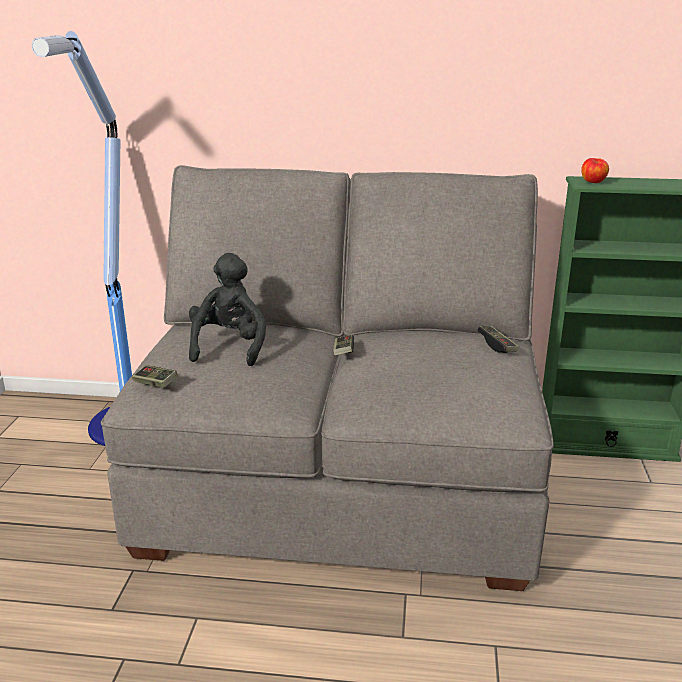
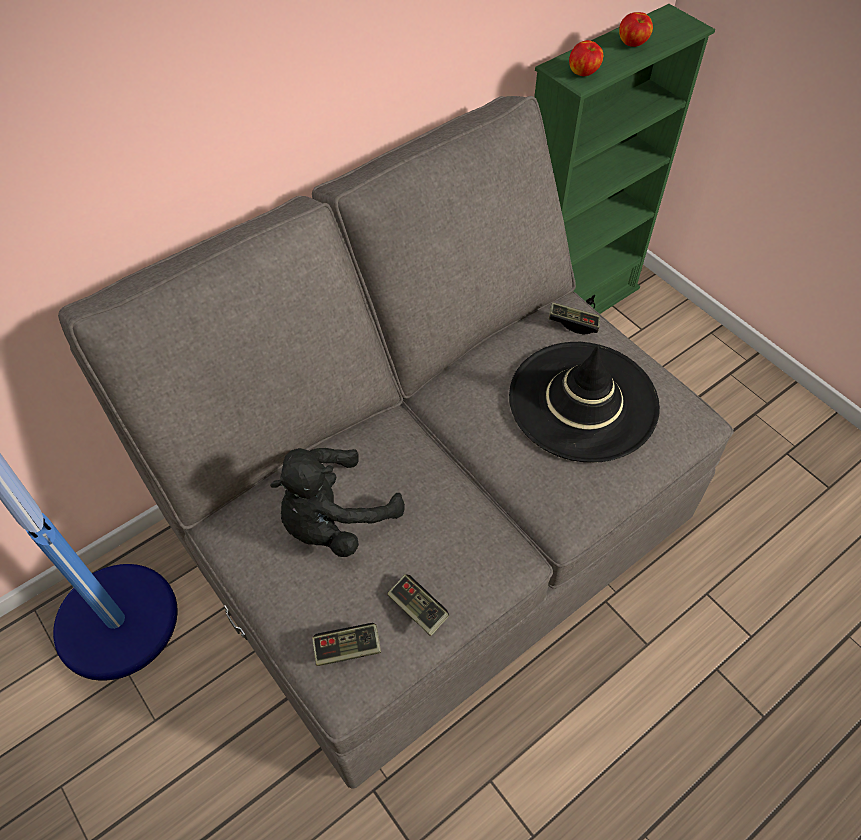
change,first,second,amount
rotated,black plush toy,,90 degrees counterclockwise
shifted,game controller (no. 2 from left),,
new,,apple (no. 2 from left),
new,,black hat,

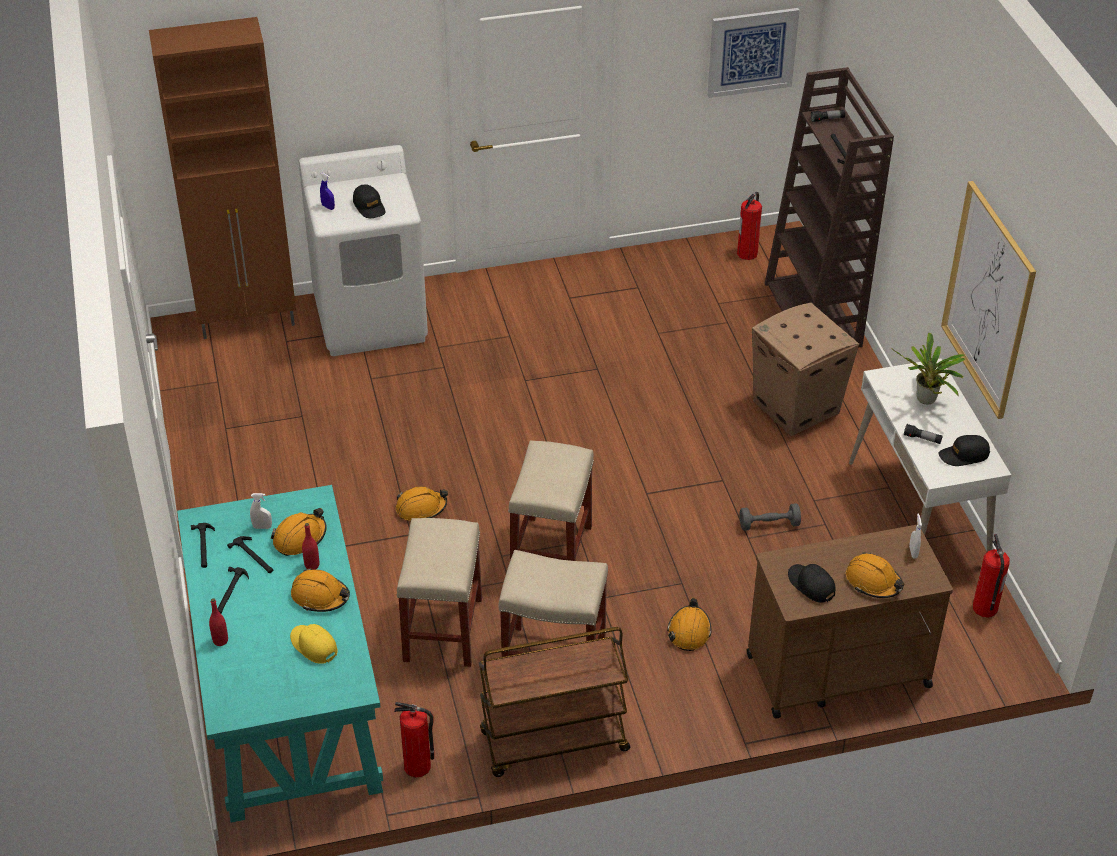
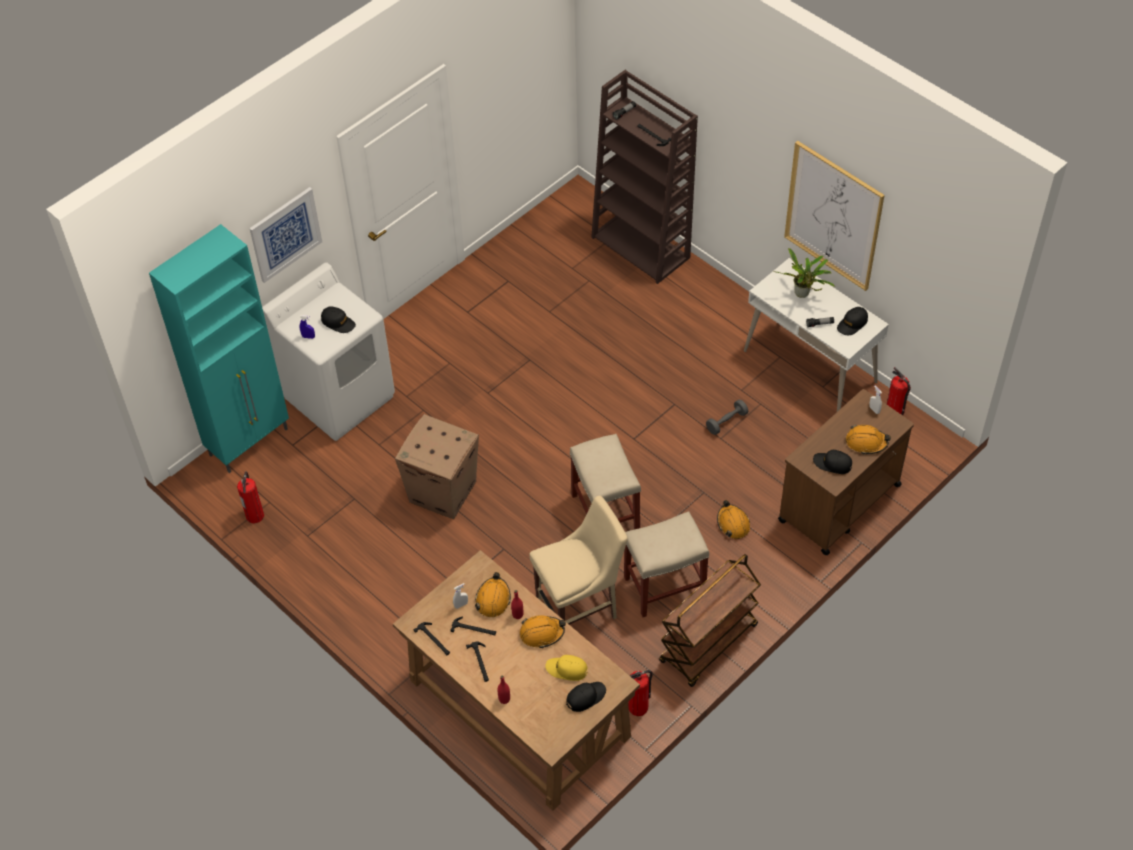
change,first,second,amount
shifted,picture (no. 1 from left),,
repainted,brown cabinet,turquoise cabinet,
shifted,fire extinguisher (no. 2 from left in the first image),fire extinguisher (no. 1 from left),
shifted,cardboard box,,
repainted,turquoise desk,brown desk,
gone,orange hard hat (no. 3 from left),,
swapped,beige stool (no. 1 from left),beige chair,
new,,black cap (no. 2 from left),

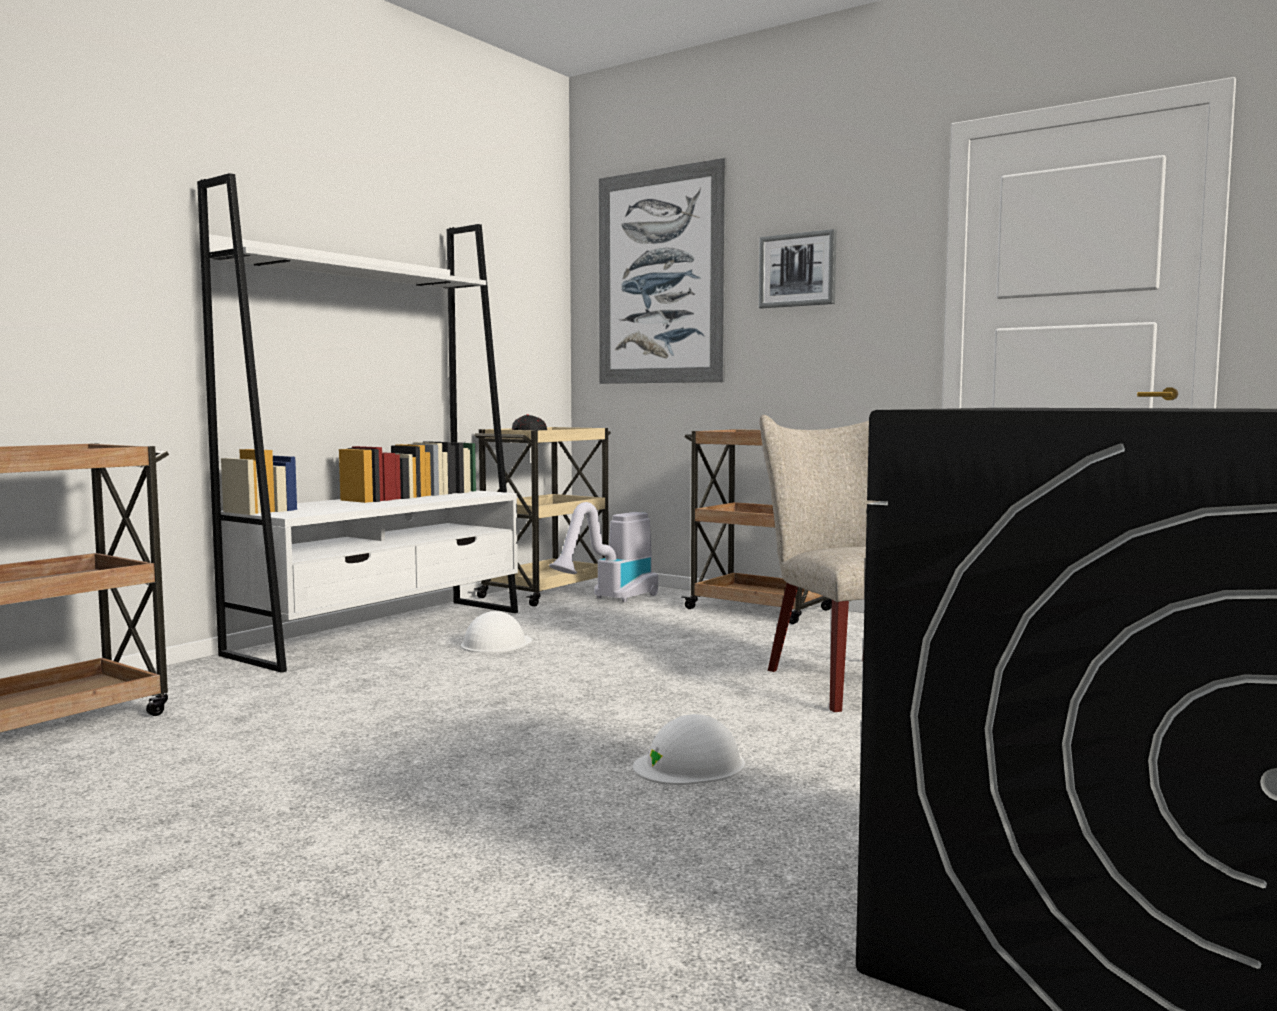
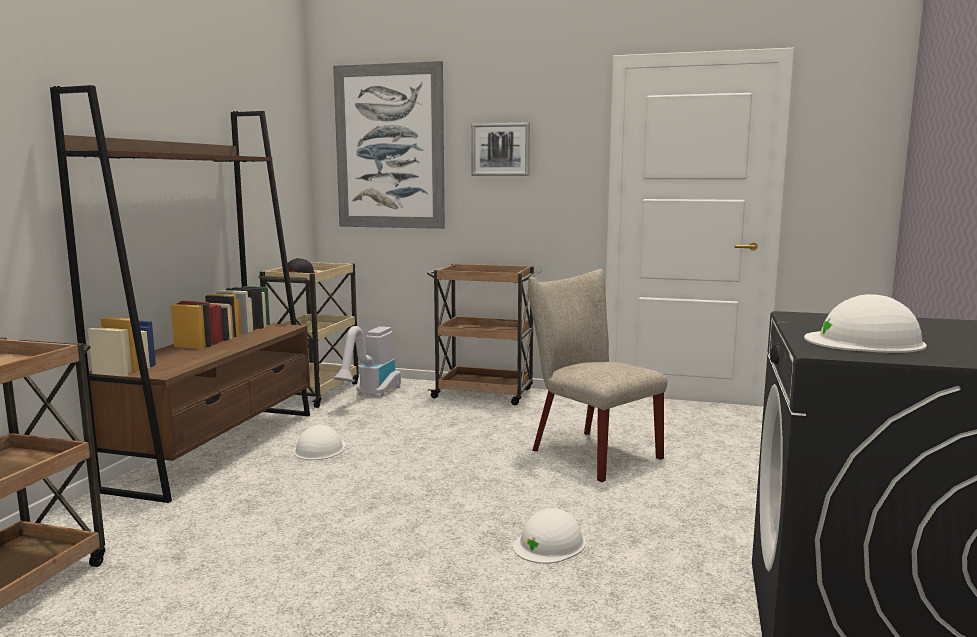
change,first,second,amount
repainted,white bookcase,brown bookcase,
new,,white hard hat (no. 3 from left),

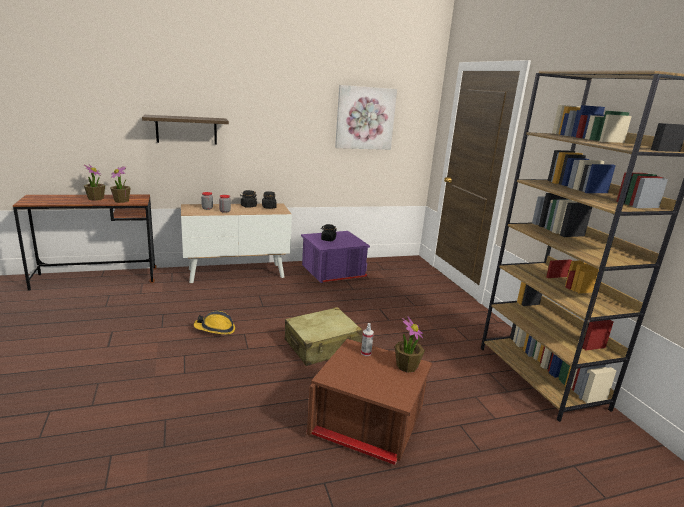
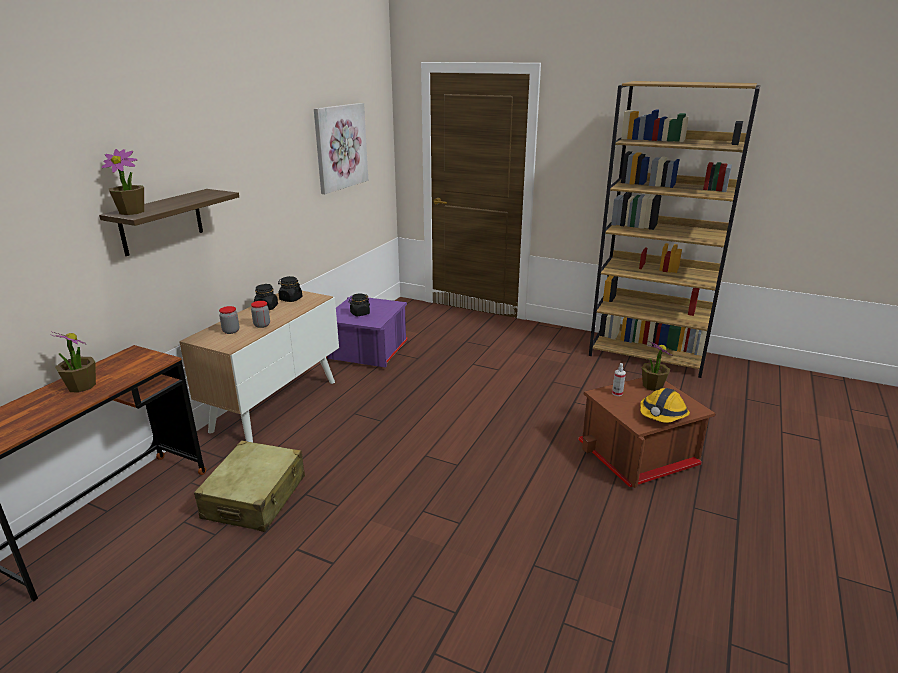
change,first,second,amount
shifted,potted plant (no. 2 from left),,
shifted,beige suitcase,,
shifted,hard hat,,

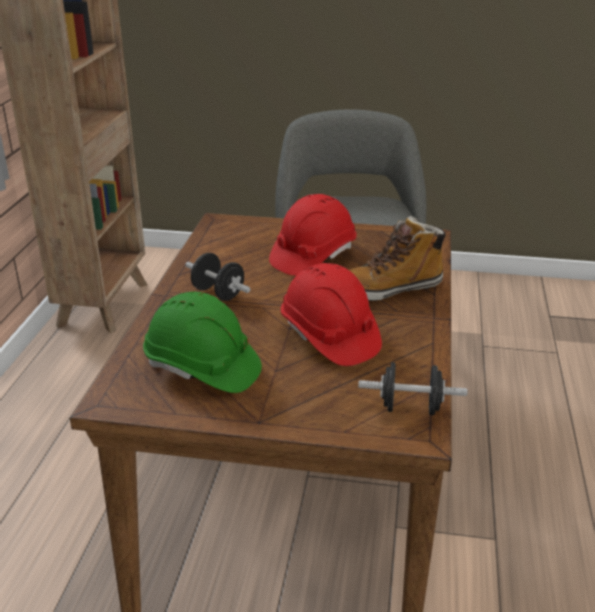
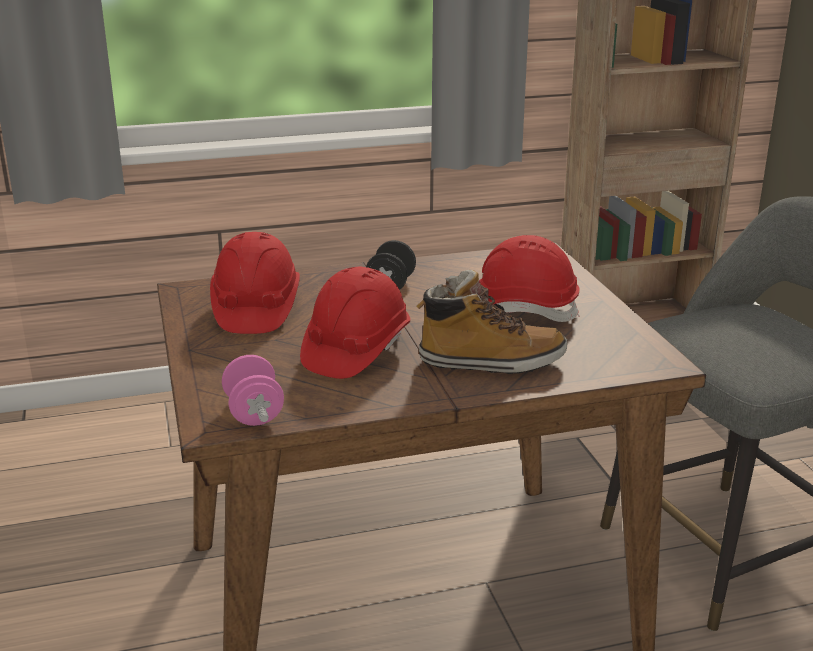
change,first,second,amount
rotated,boot,,135 degrees clockwise
repainted,green hard hat,red hard hat (no. 1 from left),
repainted,black dumbbell (no. 2 from left),pink dumbbell,

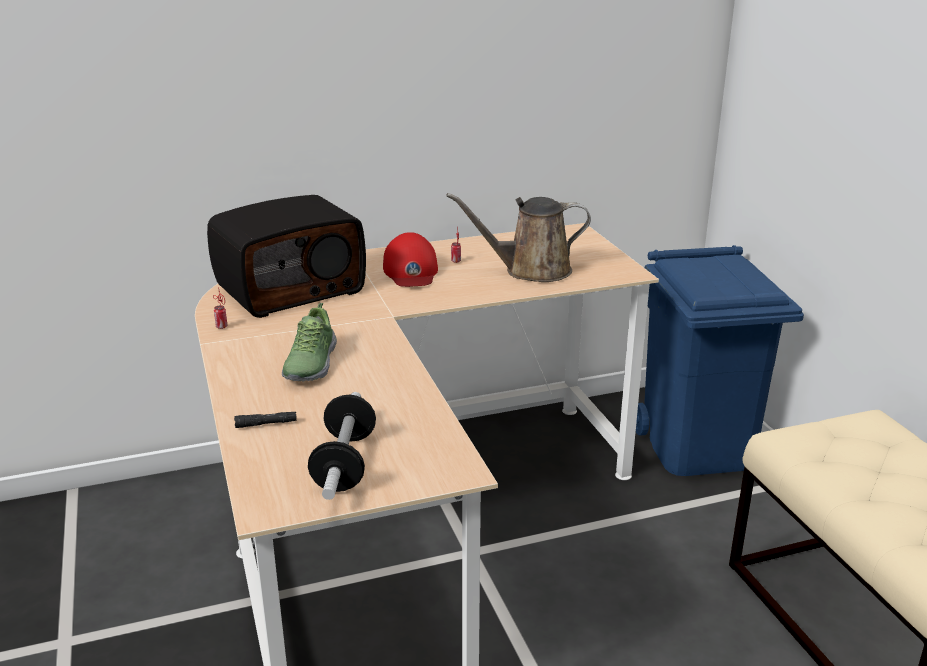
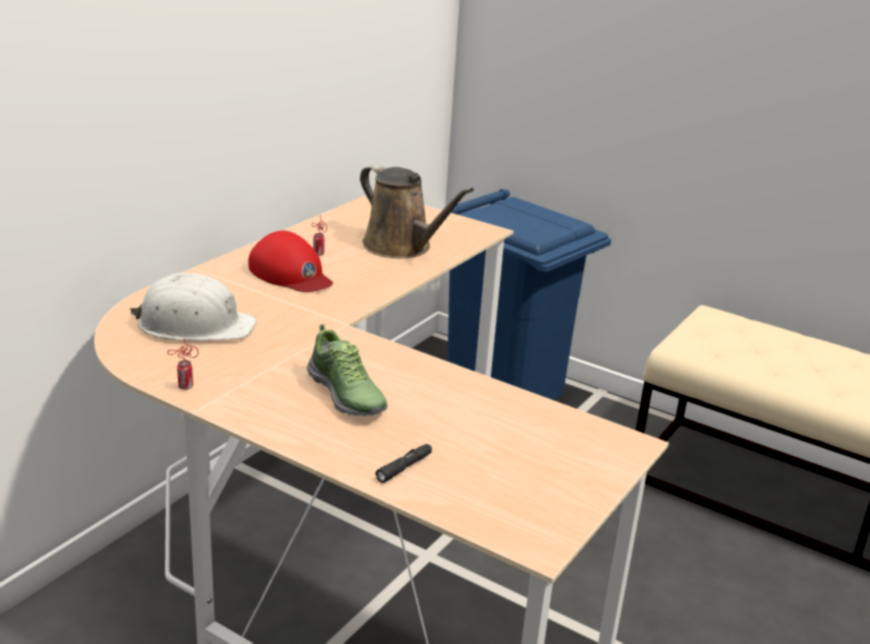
change,first,second,amount
rotated,brown watering can,,90 degrees counterclockwise
swapped,radio,white hard hat,
gone,dumbbell,,

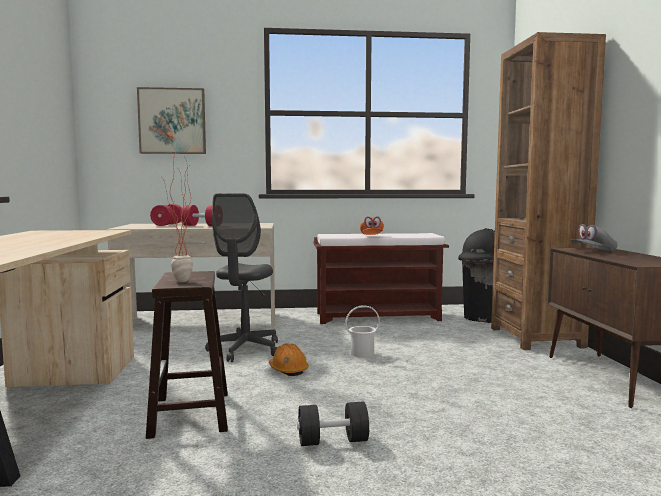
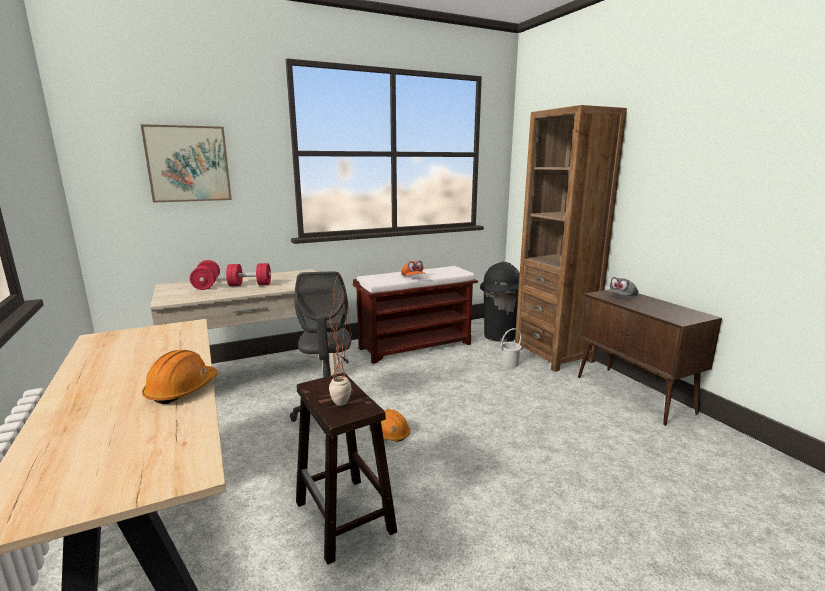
change,first,second,amount
shifted,white bucket,,
gone,black dumbbell,,
new,,orange hard hat (no. 1 from left),

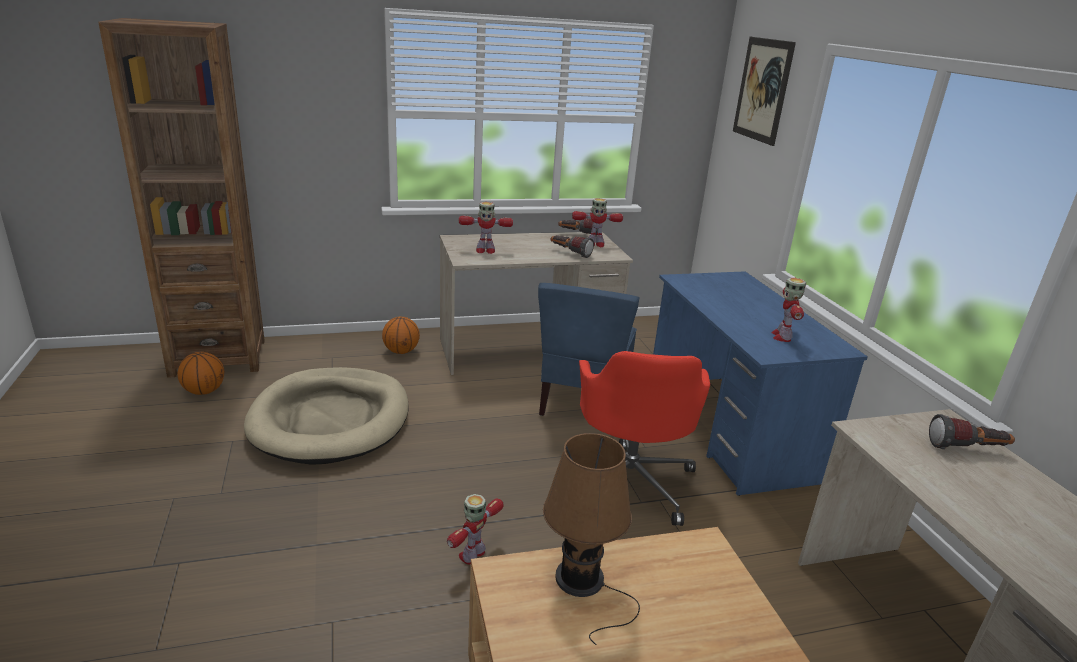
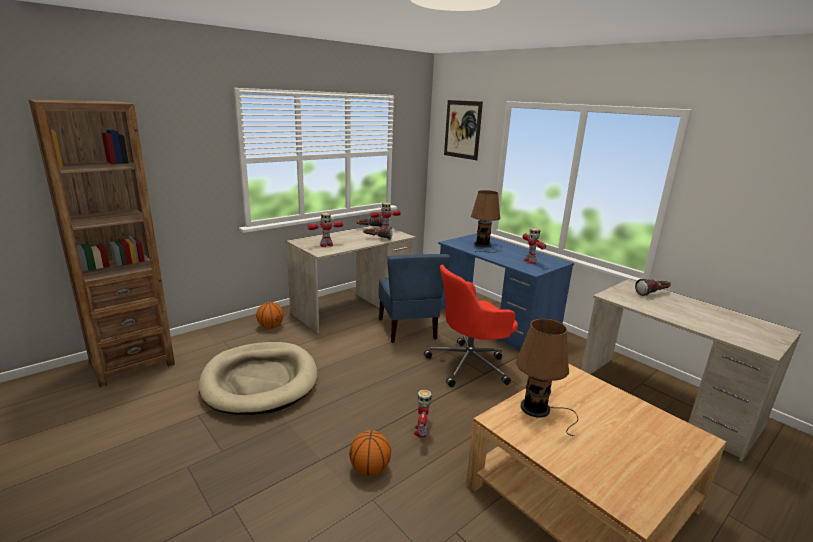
change,first,second,amount
rotated,red office chair,,90 degrees clockwise
shifted,basketball (no. 1 from left in the first image),basketball (no. 2 from left),
new,,brown table lamp (no. 1 from left),

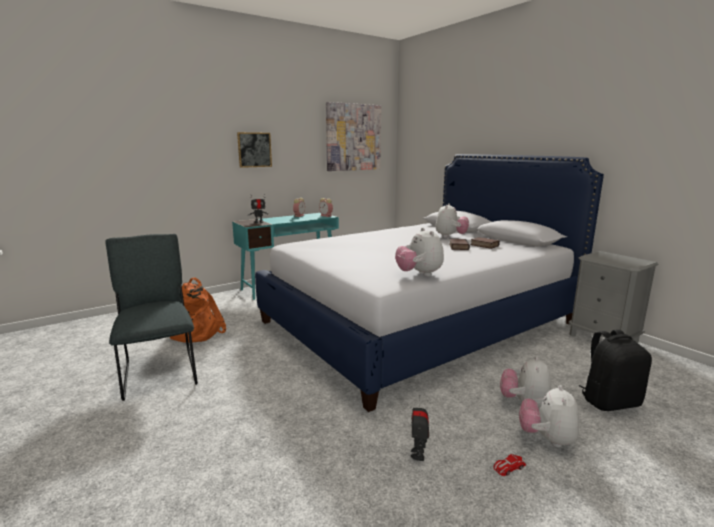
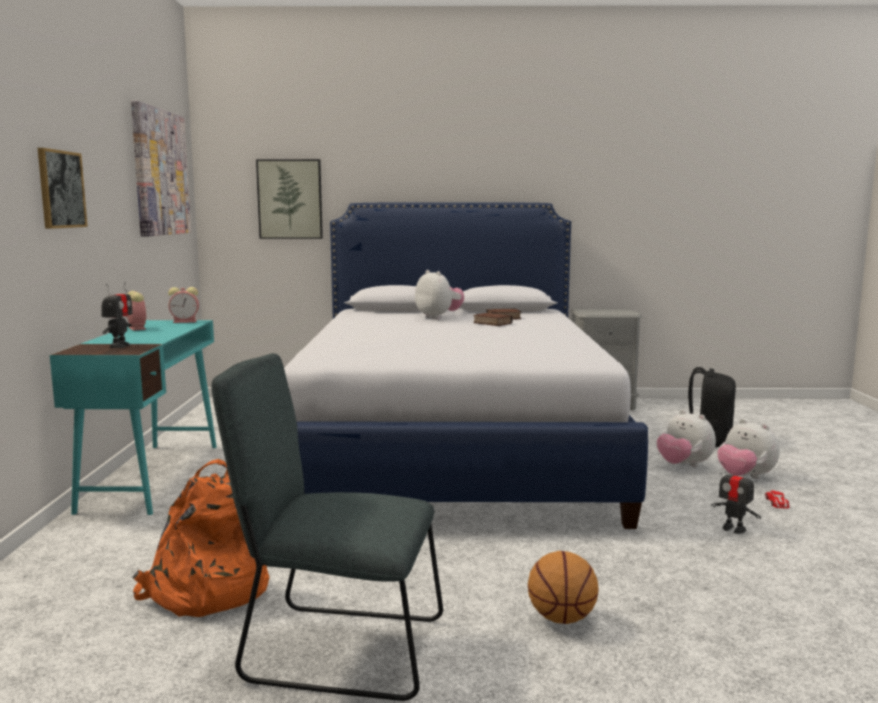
change,first,second,amount
gone,plush toy (no. 1 from left),,
new,,picture (no. 3 from left),
new,,basketball,

